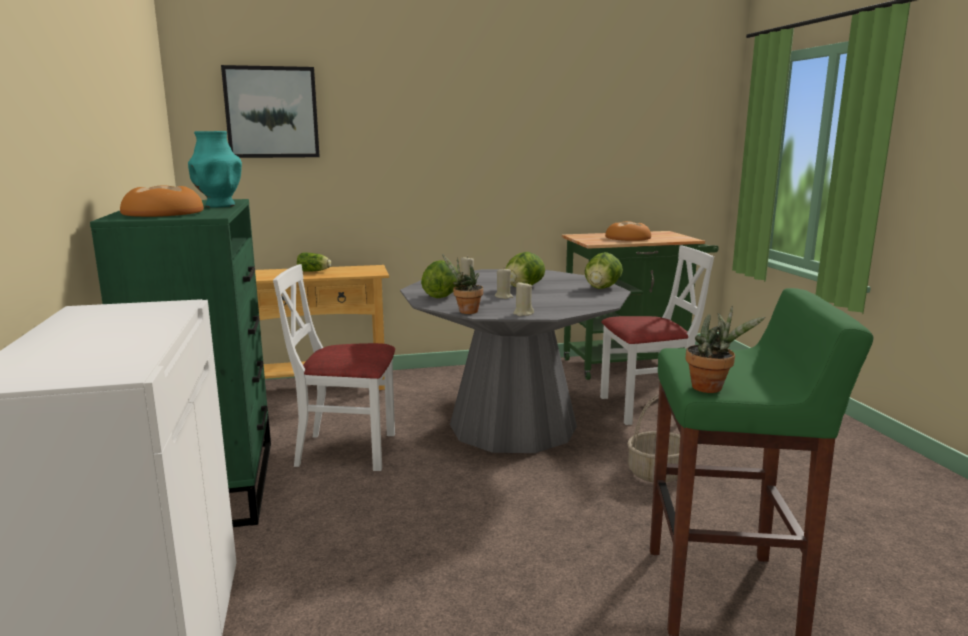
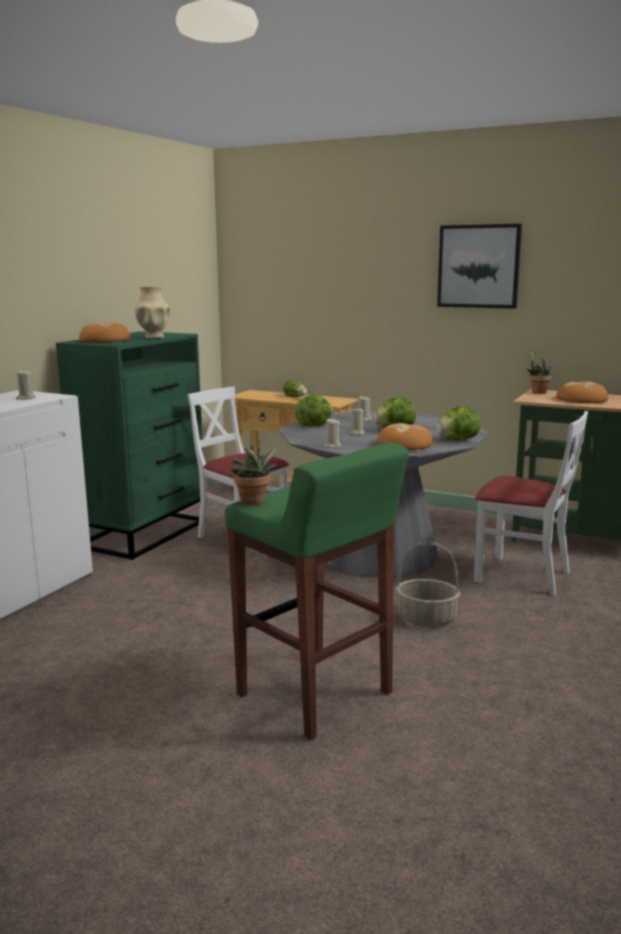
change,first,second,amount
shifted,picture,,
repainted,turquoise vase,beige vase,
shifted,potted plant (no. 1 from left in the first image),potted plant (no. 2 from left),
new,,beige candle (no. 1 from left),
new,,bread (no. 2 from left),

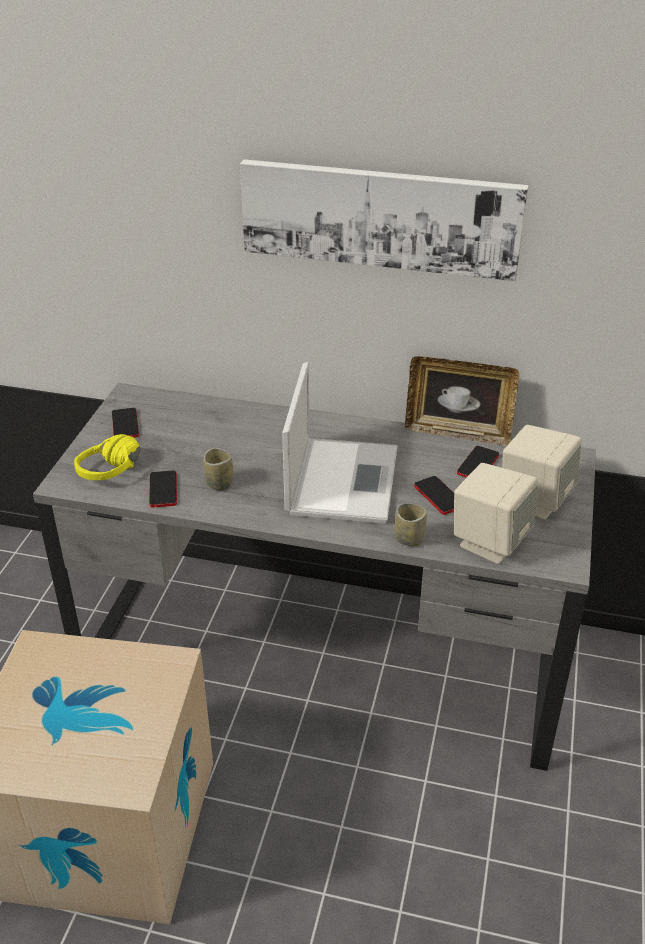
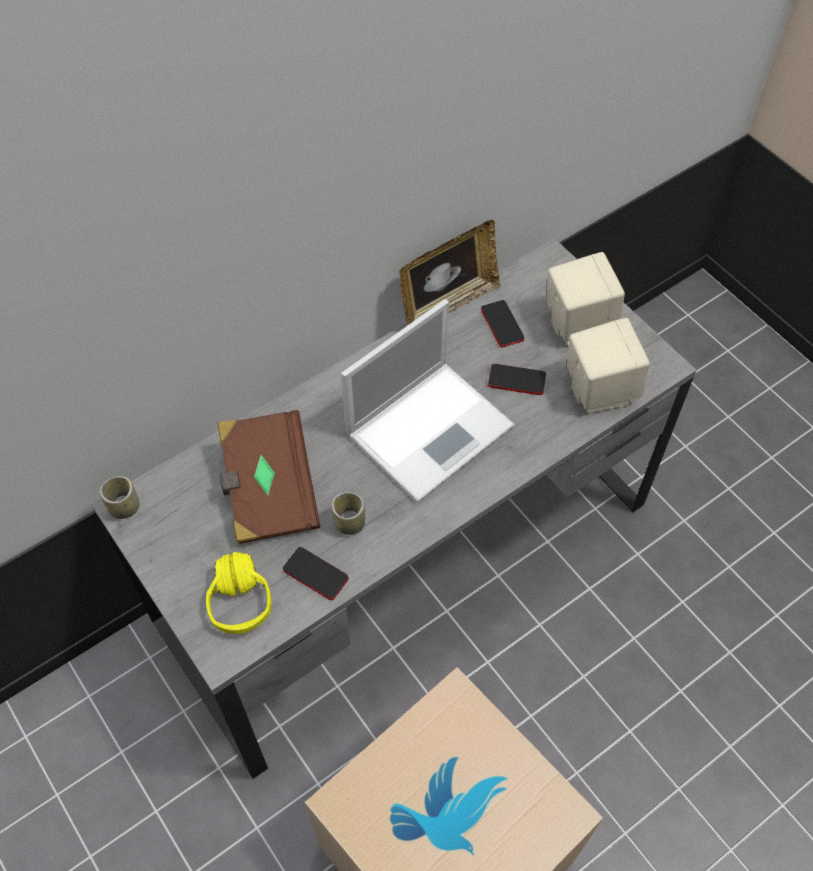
change,first,second,amount
gone,picture,,
rotated,laptop,,90 degrees clockwise
gone,phone (no. 1 from left),,
shifted,cup (no. 2 from left in the first image),cup (no. 1 from left),
new,,brown book,

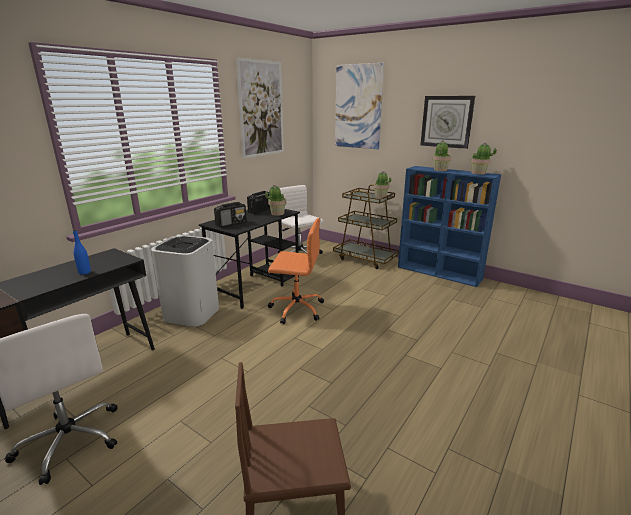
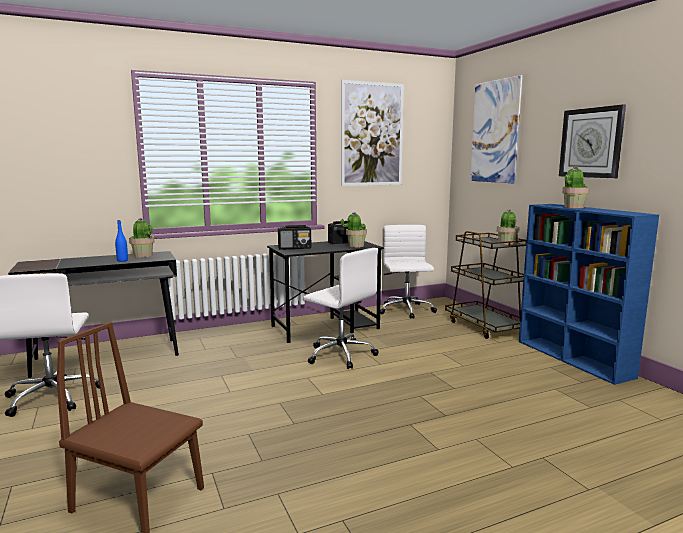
change,first,second,amount
shifted,potted plant (no. 4 from left in the first image),potted plant (no. 1 from left),
repainted,orange office chair,white office chair (no. 2 from left),
gone,white trash can,,

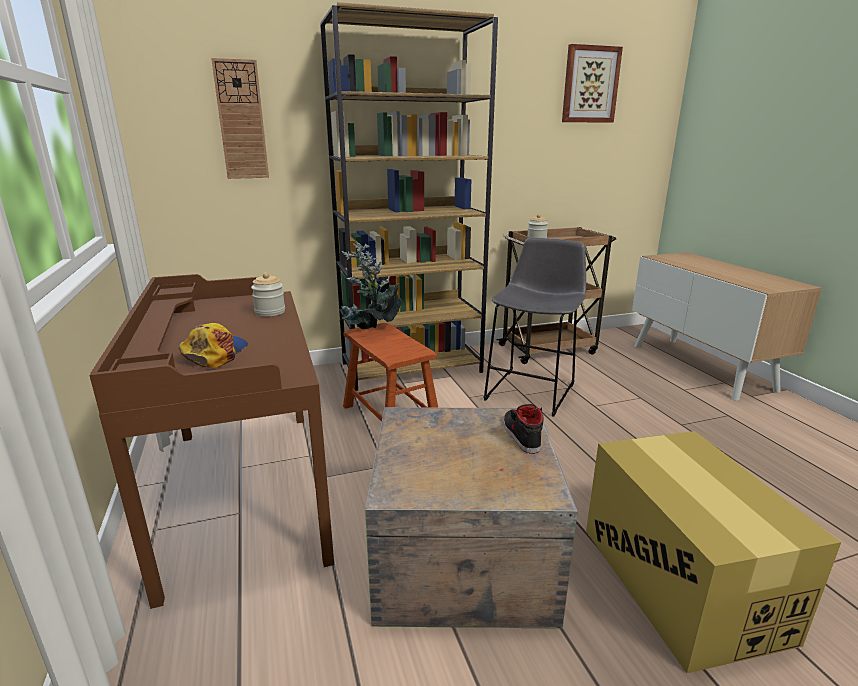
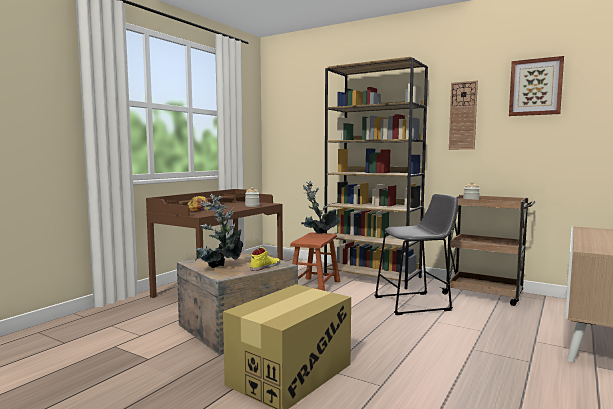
change,first,second,amount
shifted,wall clock,,
repainted,black shoe,yellow shoe,
new,,potted plant (no. 1 from left),

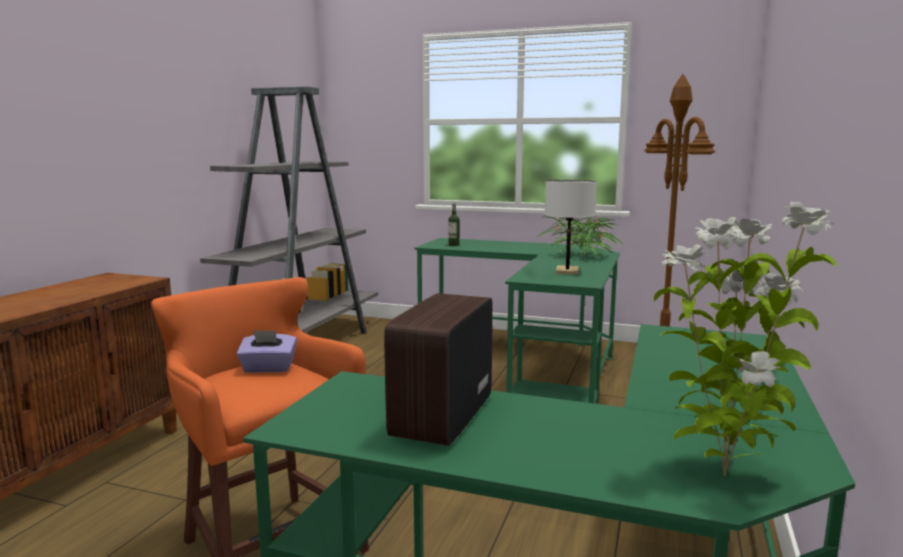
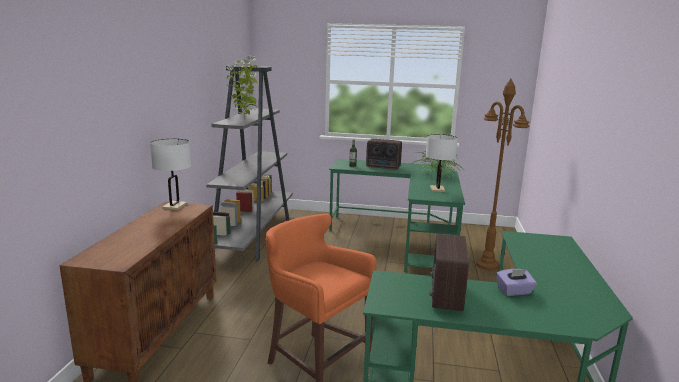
change,first,second,amount
shifted,potted plant (no. 2 from left in the first image),potted plant (no. 1 from left),
shifted,purple tissue box,,
new,,white table lamp (no. 1 from left),
new,,radio (no. 1 from left),

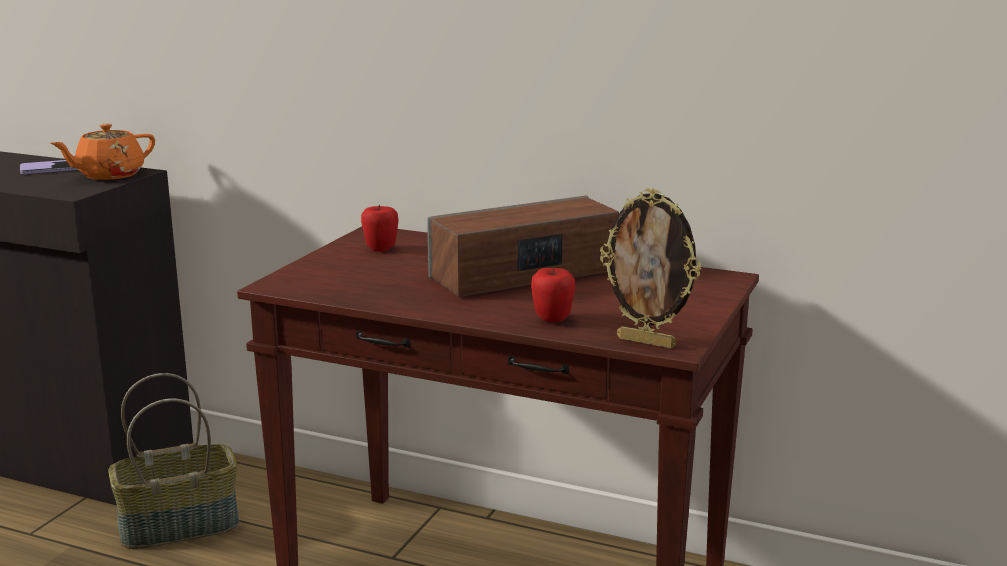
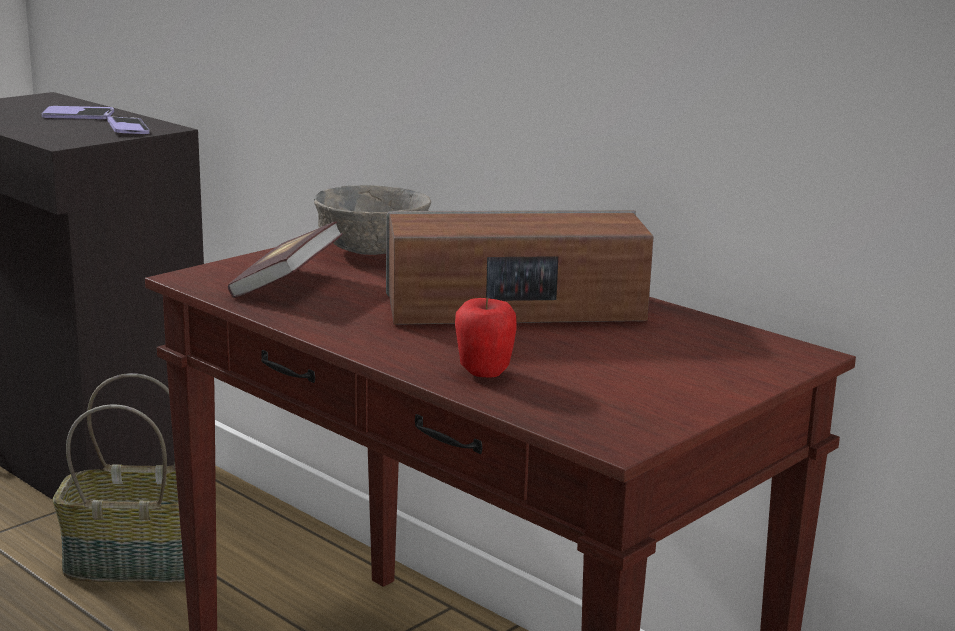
change,first,second,amount
swapped,orange teapot,phone (no. 2 from left),
gone,picture frame,,
swapped,apple (no. 1 from left),grey bowl,
new,,book,

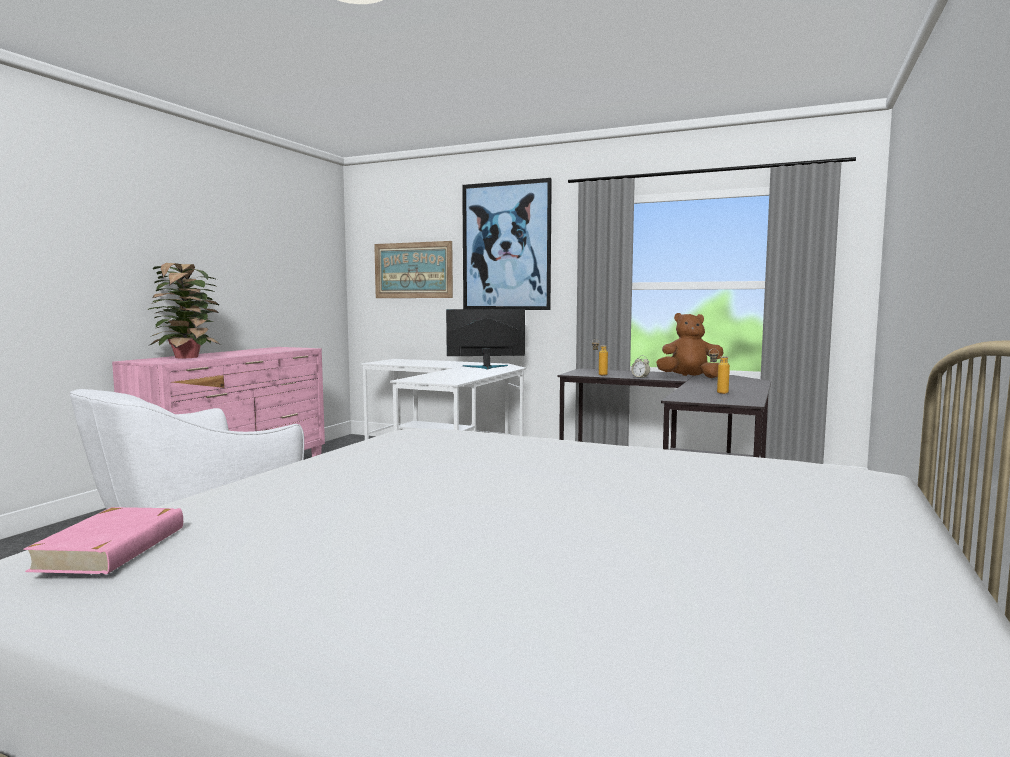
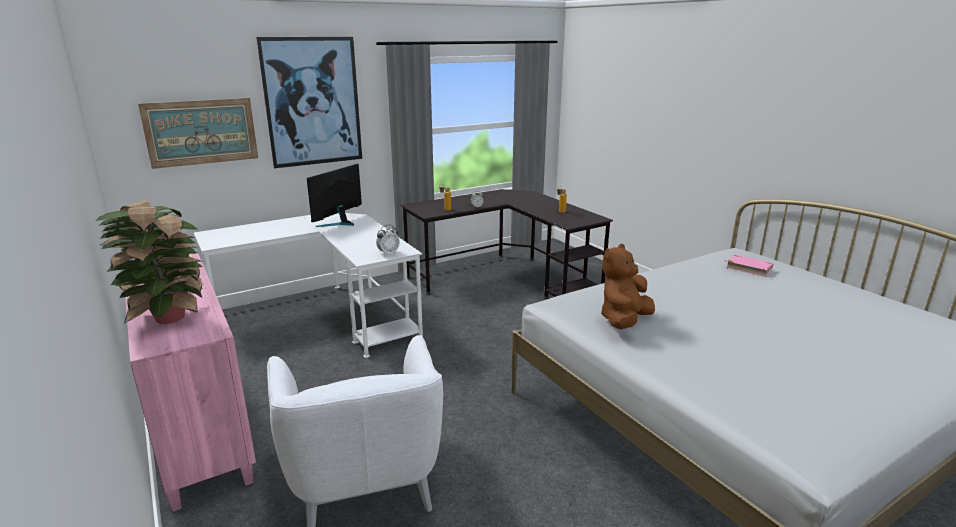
change,first,second,amount
shifted,brown plush toy,,
shifted,pink book,,
new,,alarm clock (no. 1 from left),

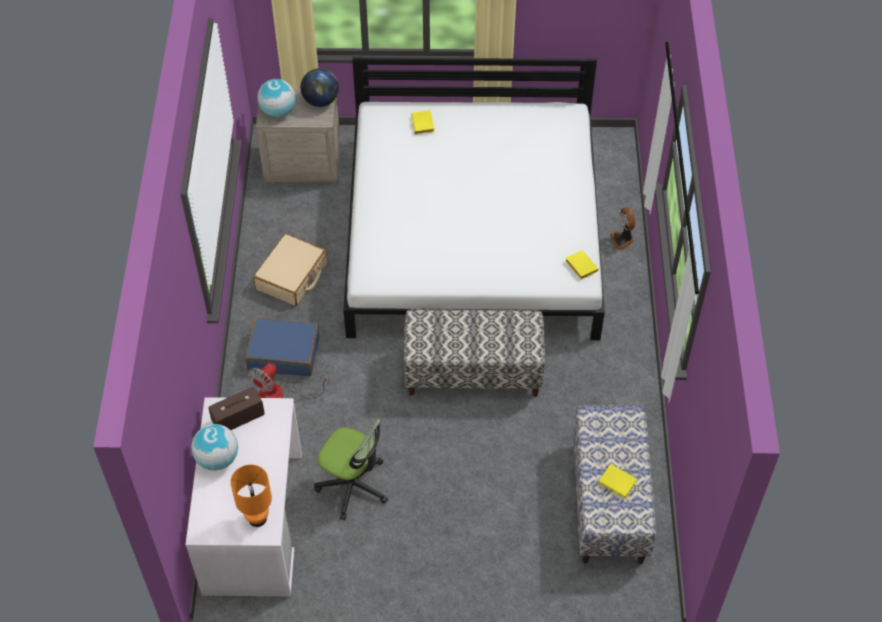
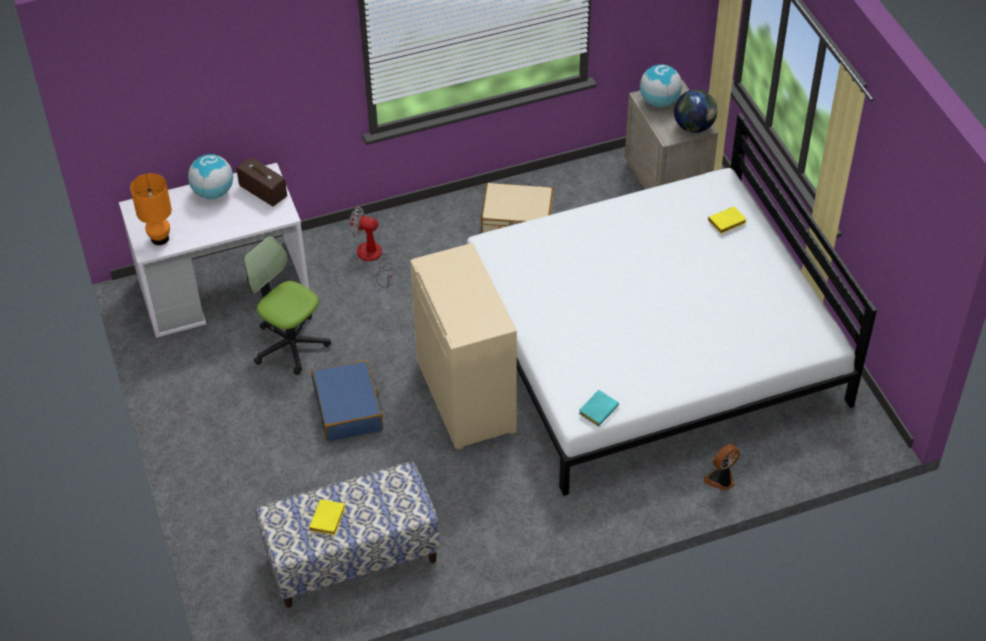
change,first,second,amount
repainted,yellow book (no. 2 from left),turquoise book,
swapped,bench (no. 1 from left),beige cabinet,
shifted,blue suitcase,,
rotated,office chair,,120 degrees clockwise

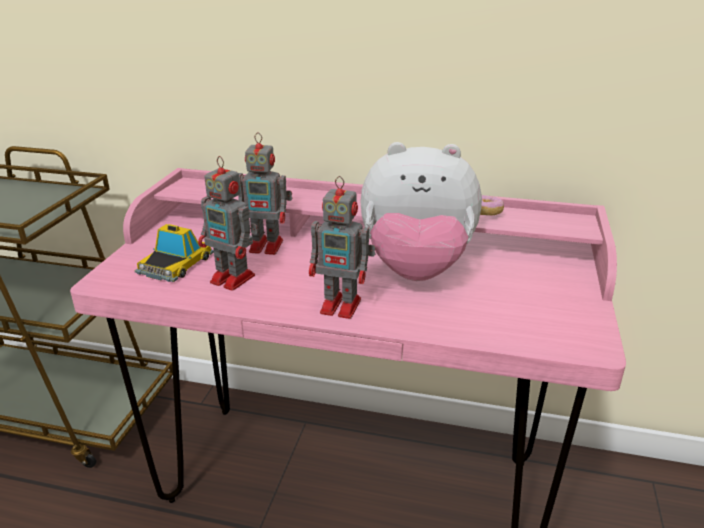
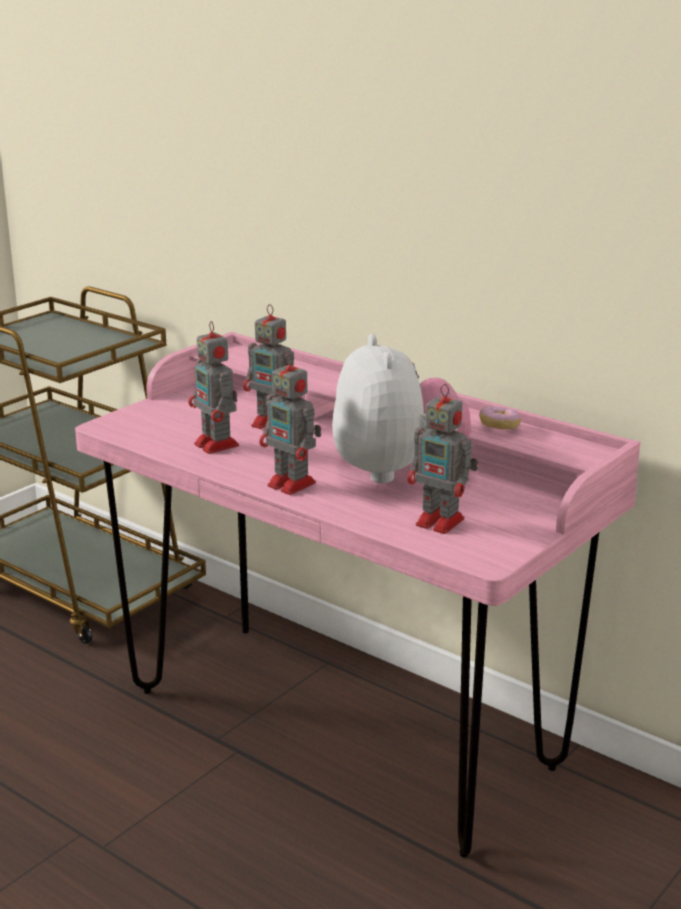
change,first,second,amount
rotated,plush toy,,135 degrees counterclockwise
gone,toy car,,
new,,toy robot (no. 4 from left),

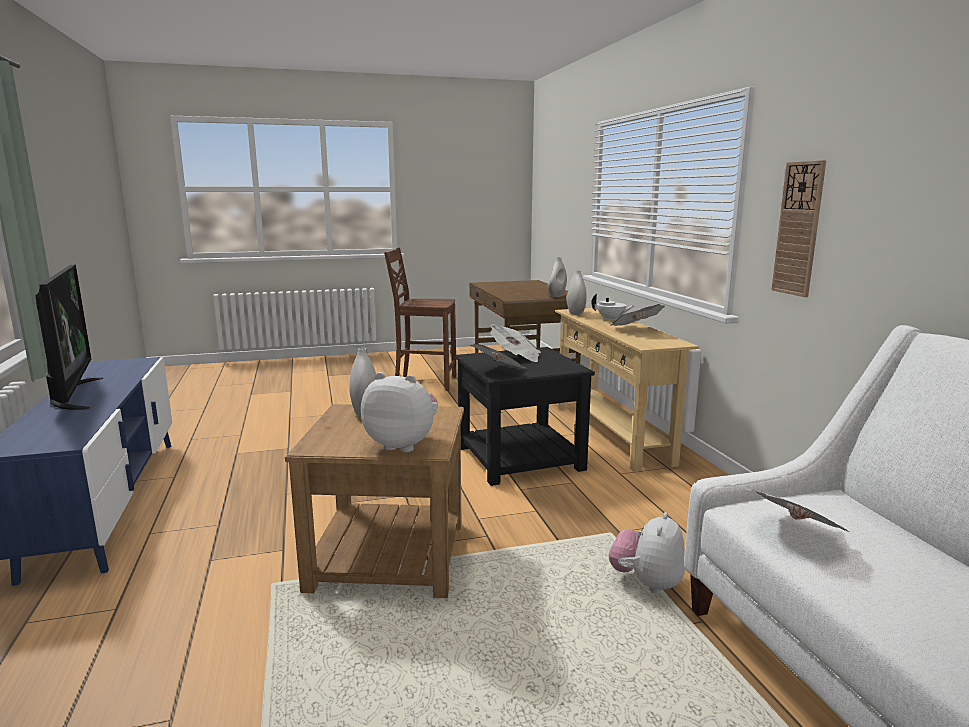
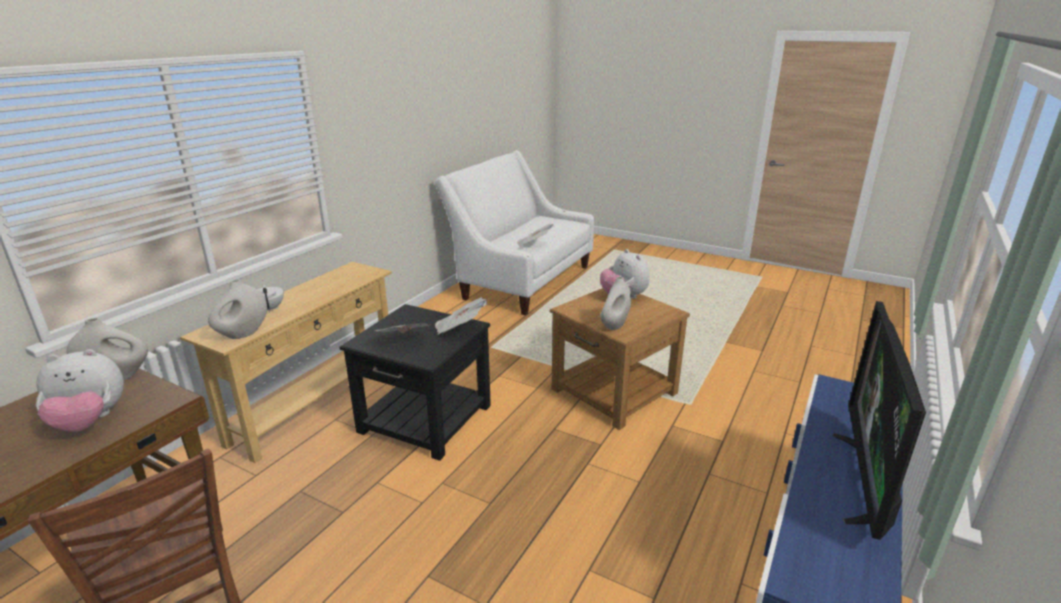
change,first,second,amount
gone,wall clock,,
gone,newspaper (no. 3 from left),,
shifted,plush toy (no. 2 from left in the first image),plush toy (no. 1 from left),

